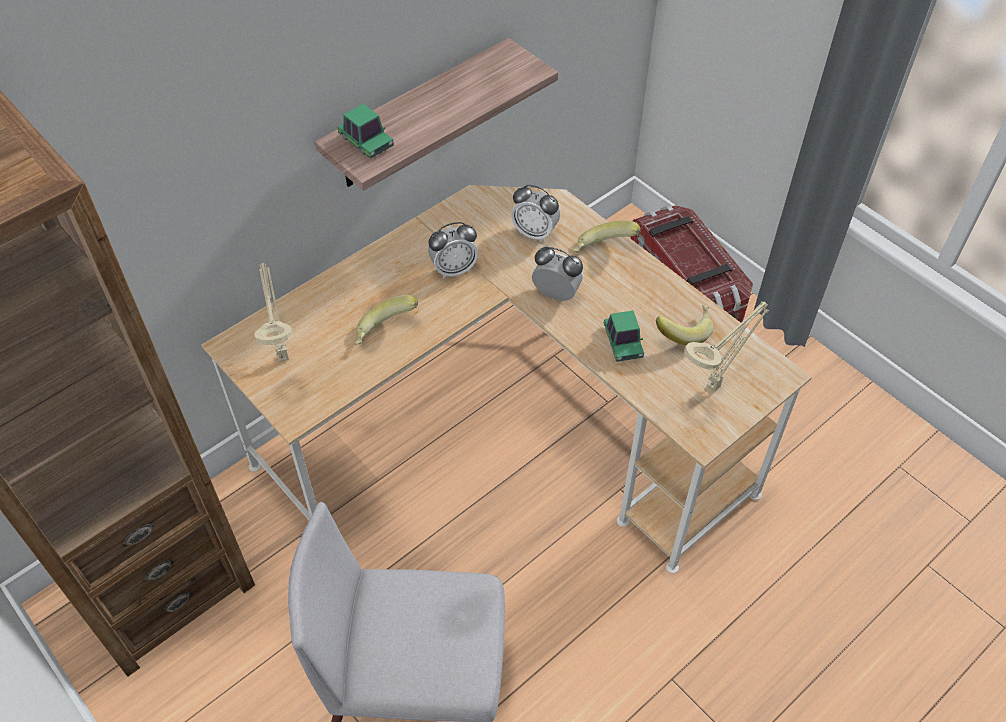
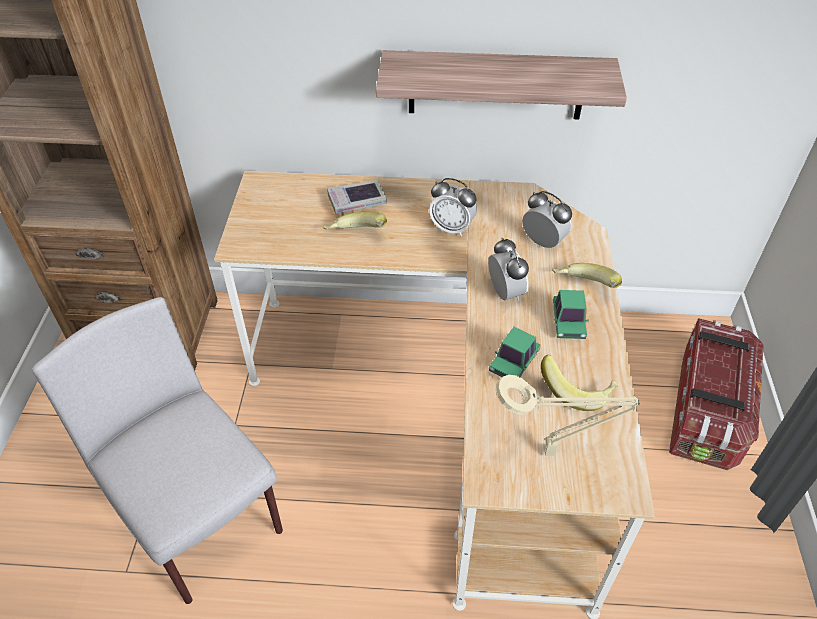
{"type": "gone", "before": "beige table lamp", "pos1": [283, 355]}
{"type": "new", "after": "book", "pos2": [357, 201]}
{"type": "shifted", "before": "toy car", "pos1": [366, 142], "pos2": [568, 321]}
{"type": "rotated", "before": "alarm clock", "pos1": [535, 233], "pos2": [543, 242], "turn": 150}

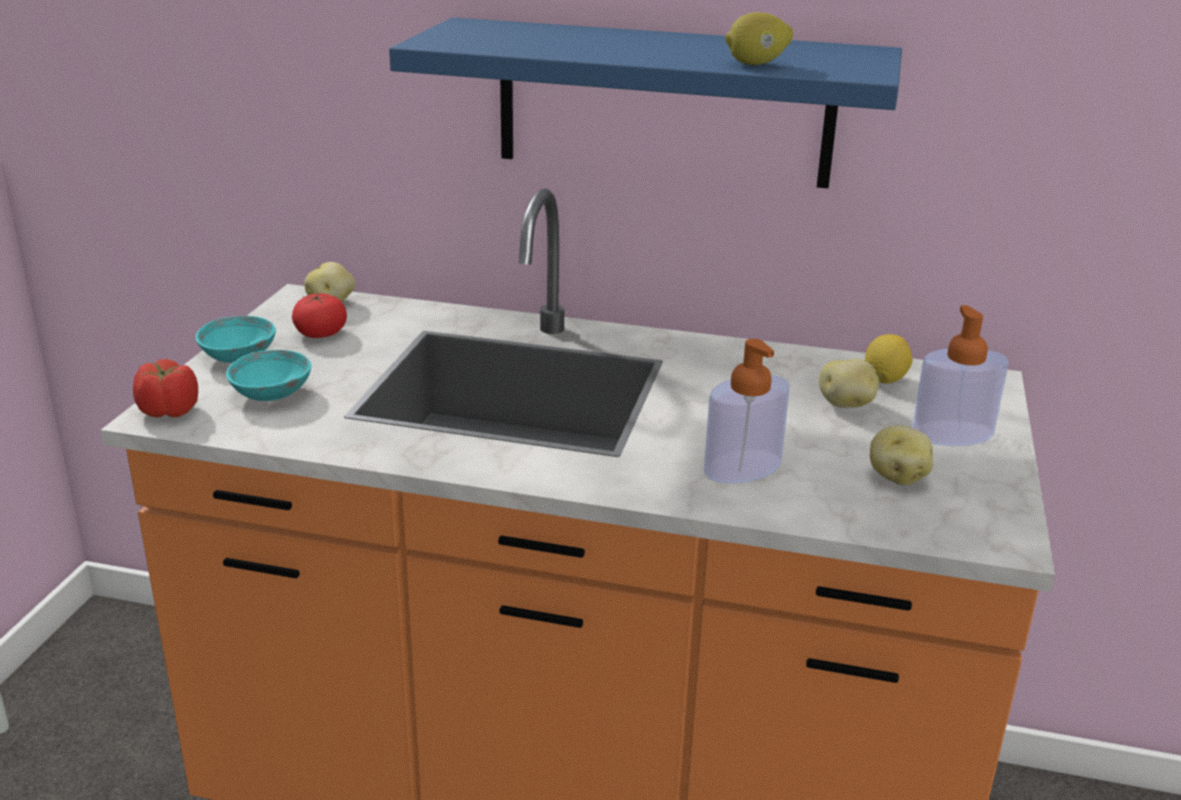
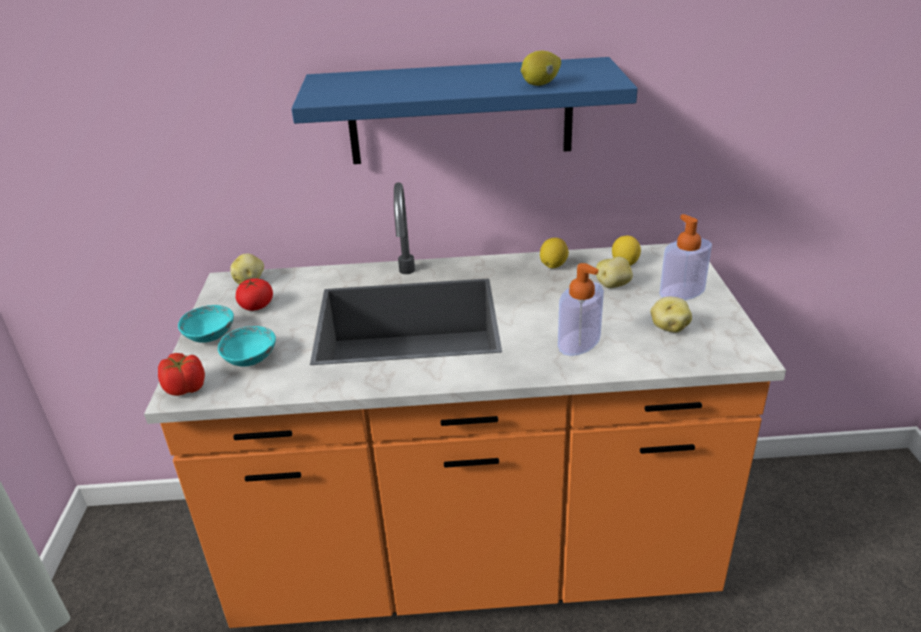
{"type": "new", "after": "lemon", "pos2": [553, 265]}

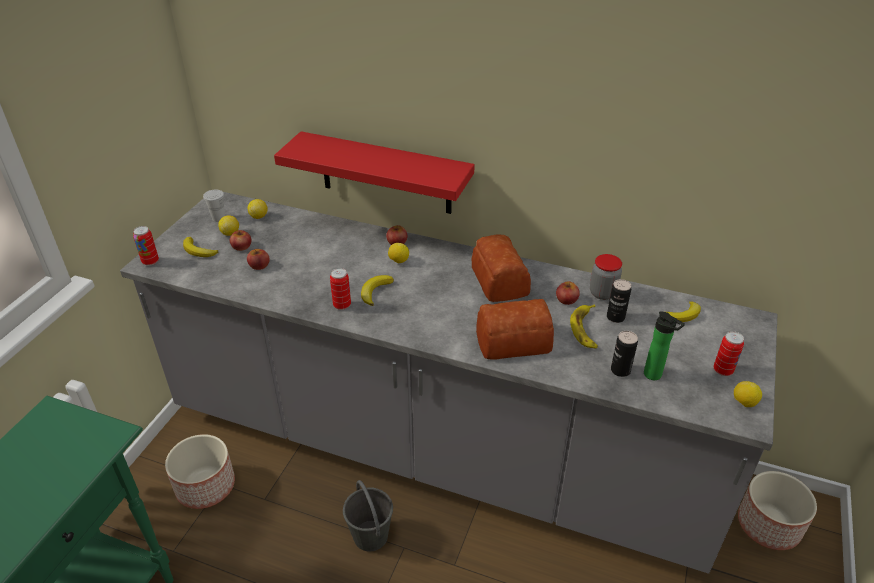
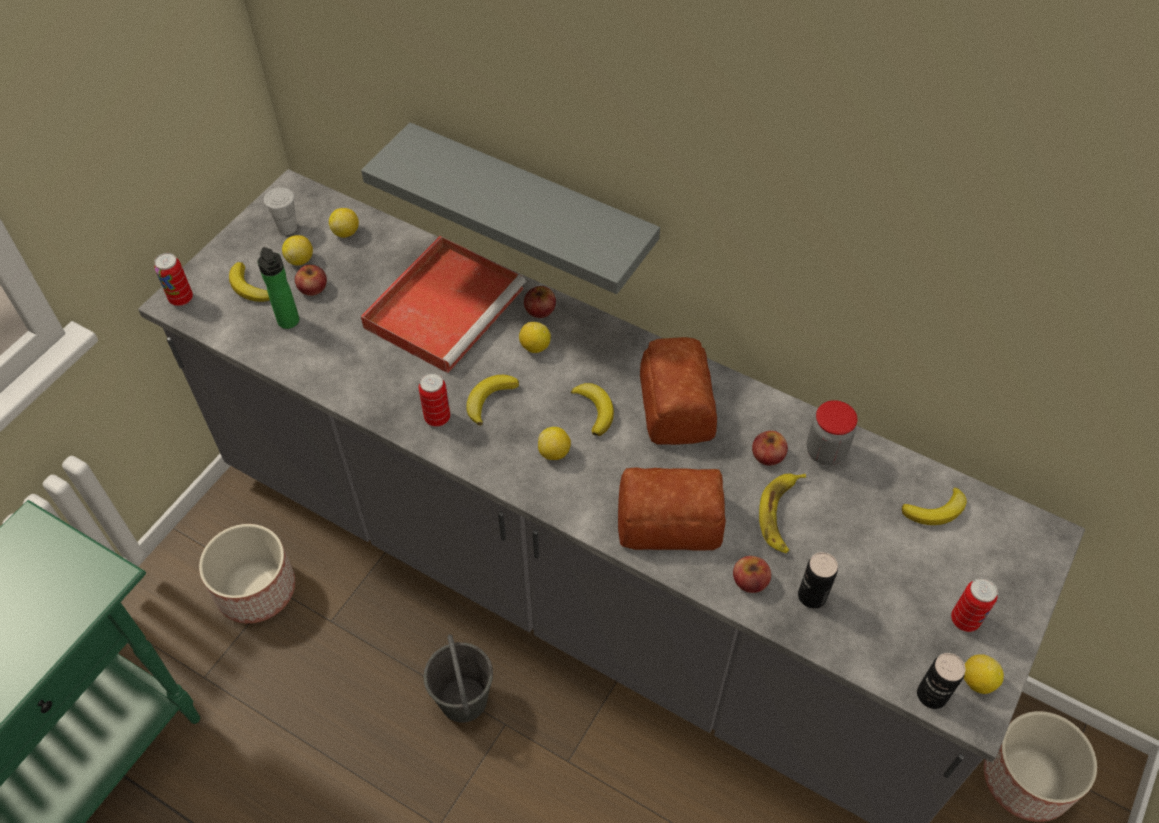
{"type": "new", "after": "red tray", "pos2": [445, 305]}
{"type": "new", "after": "lemon", "pos2": [554, 452]}
{"type": "new", "after": "banana", "pos2": [595, 410]}
{"type": "shifted", "before": "apple", "pos1": [259, 265], "pos2": [750, 580]}
{"type": "shifted", "before": "can", "pos1": [615, 317], "pos2": [931, 695]}
{"type": "shifted", "before": "bottle", "pos1": [655, 376], "pos2": [290, 323]}
{"type": "repainted", "before": "red shelf", "after": "grey shelf", "pos1": [385, 173], "pos2": [532, 207]}

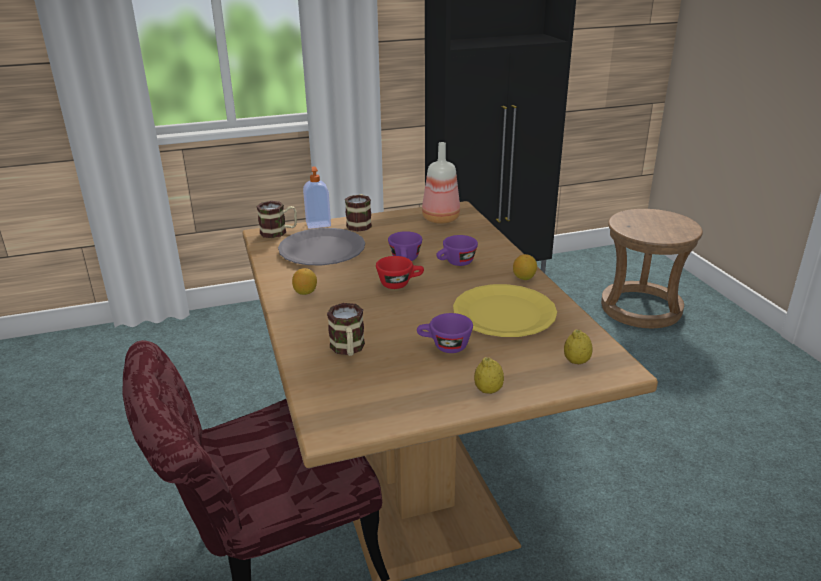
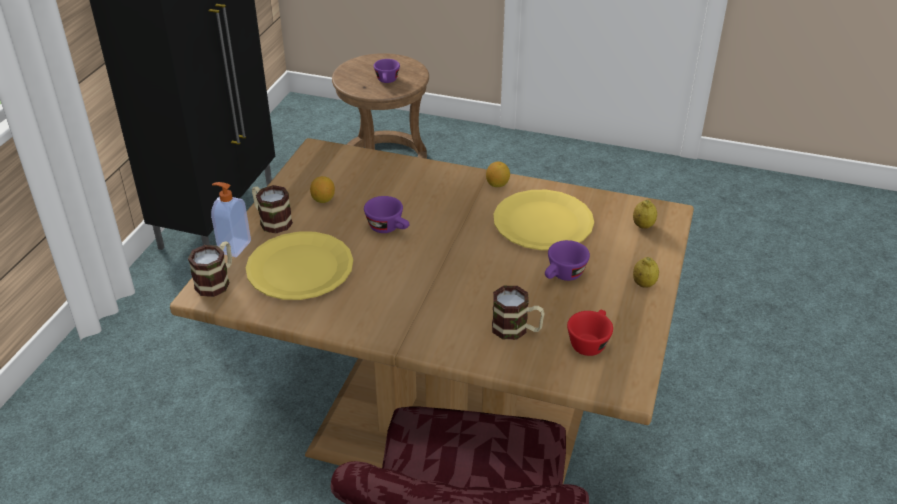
{"type": "gone", "before": "bottle", "pos1": [439, 219]}
{"type": "shifted", "before": "lemon", "pos1": [305, 292], "pos2": [323, 199]}
{"type": "shifted", "before": "red cup", "pos1": [400, 284], "pos2": [589, 342]}
{"type": "shifted", "before": "purple cup", "pos1": [455, 263], "pos2": [387, 81]}
{"type": "repainted", "before": "grey plate", "after": "yellow plate", "pos1": [322, 249], "pos2": [299, 268]}

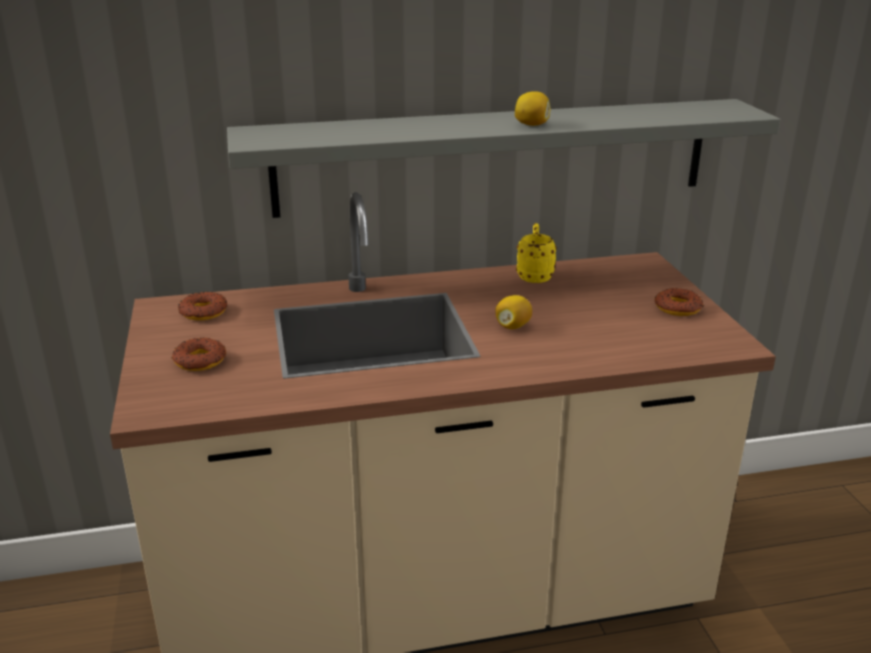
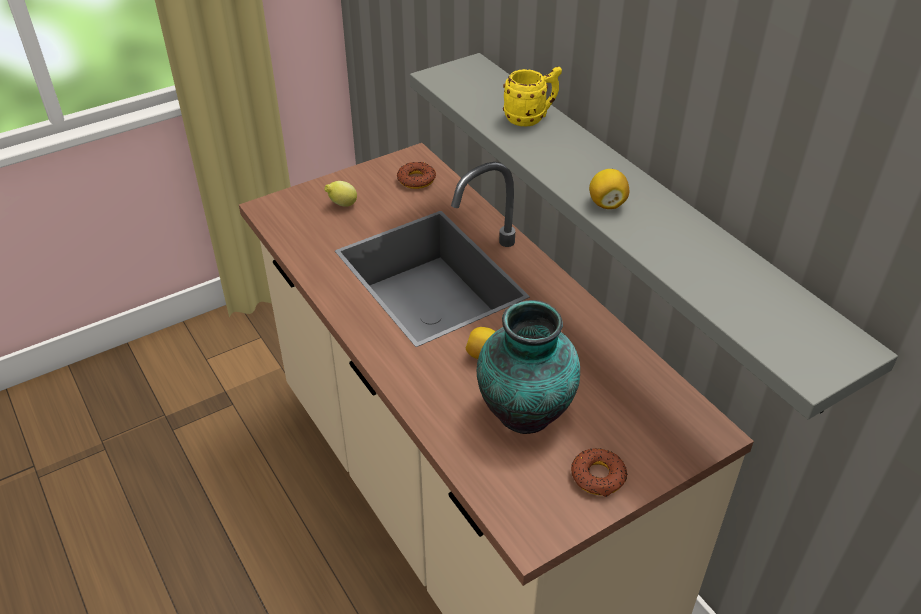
{"type": "new", "after": "vase", "pos2": [526, 415]}
{"type": "shifted", "before": "yellow mug", "pos1": [534, 275], "pos2": [531, 118]}
{"type": "swapped", "before": "donut", "after": "lemon", "pos1": [199, 361], "pos2": [342, 205]}

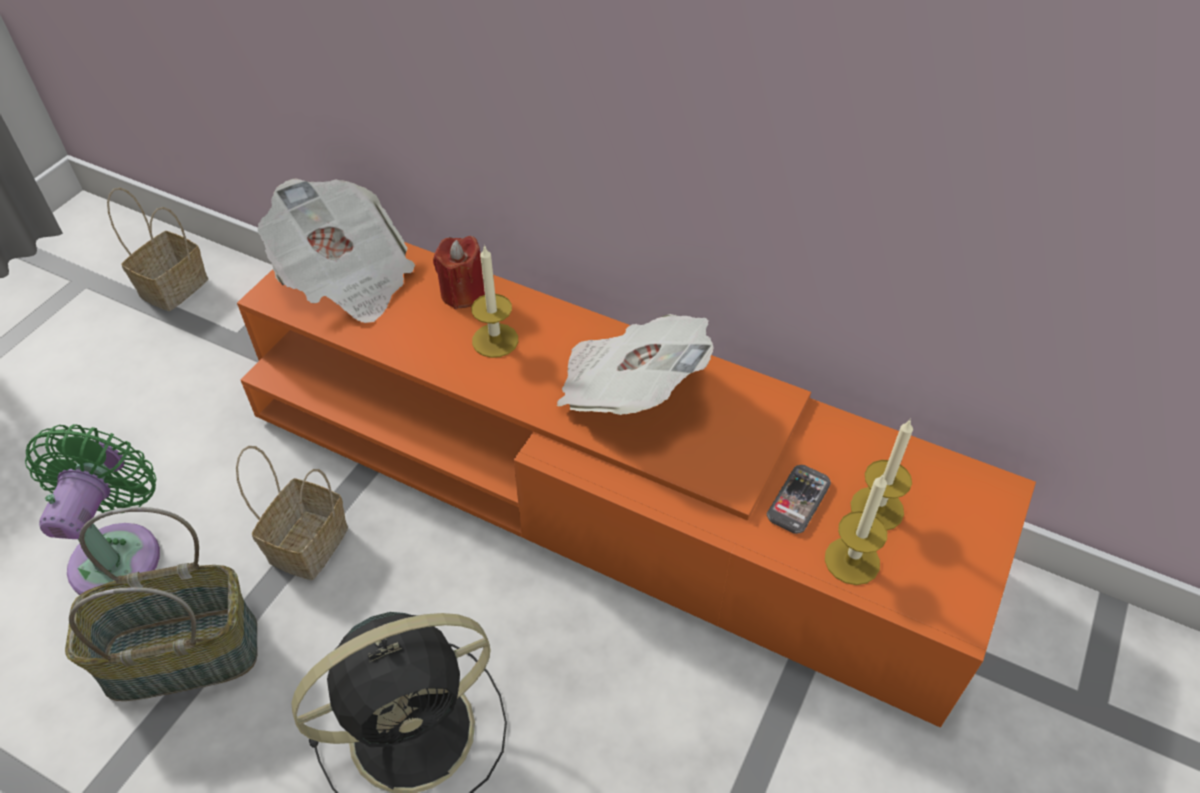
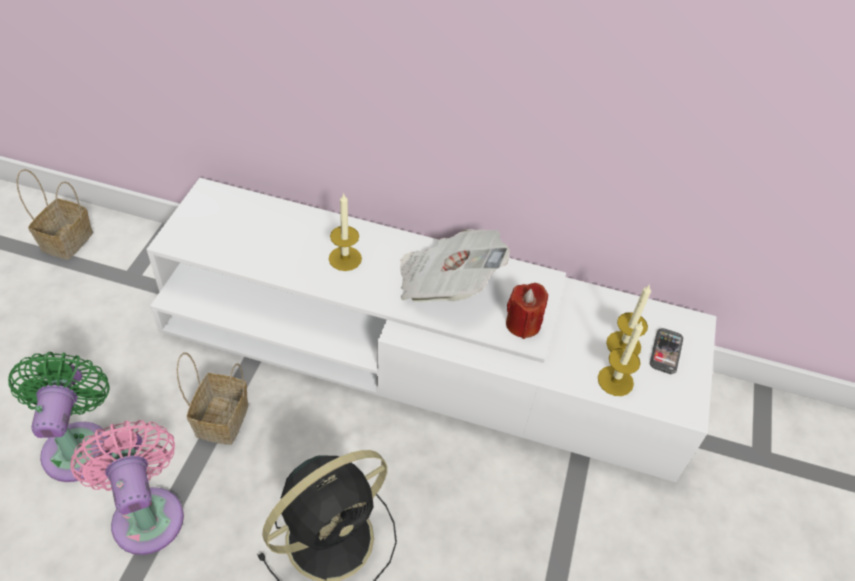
{"type": "gone", "before": "newspaper", "pos1": [346, 278]}
{"type": "shifted", "before": "red candle", "pos1": [463, 293], "pos2": [523, 324]}
{"type": "shifted", "before": "phone", "pos1": [798, 500], "pos2": [666, 352]}
{"type": "swapped", "before": "basket", "after": "pink fan", "pos1": [181, 657], "pos2": [146, 513]}
{"type": "repainted", "before": "orange tv stand", "after": "white tv stand", "pos1": [600, 486], "pos2": [421, 353]}

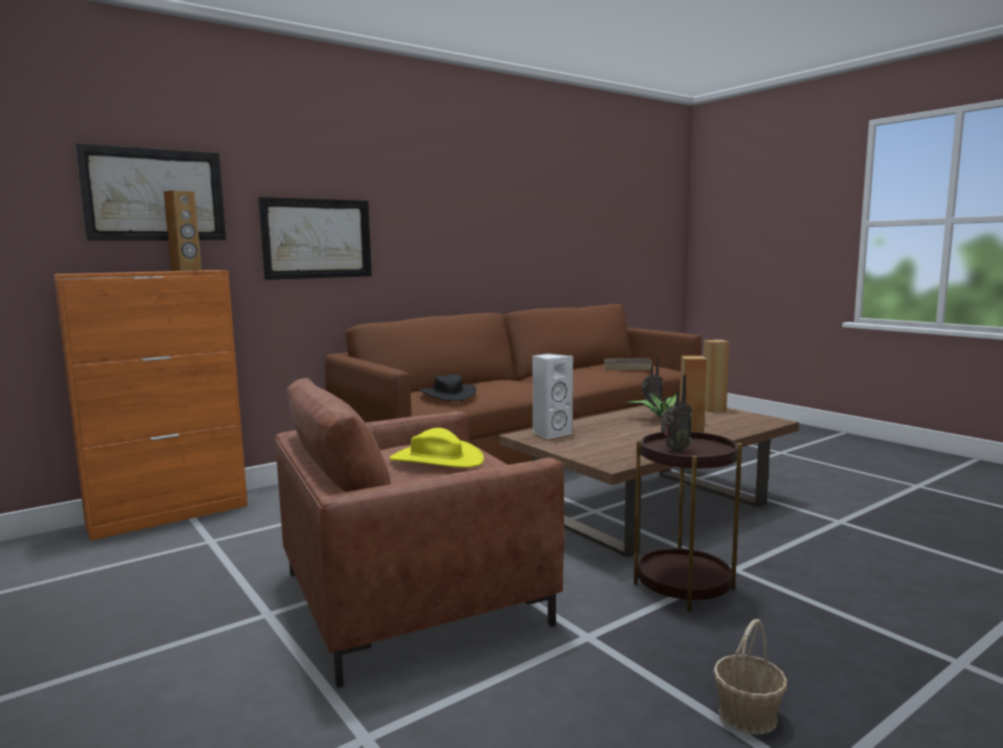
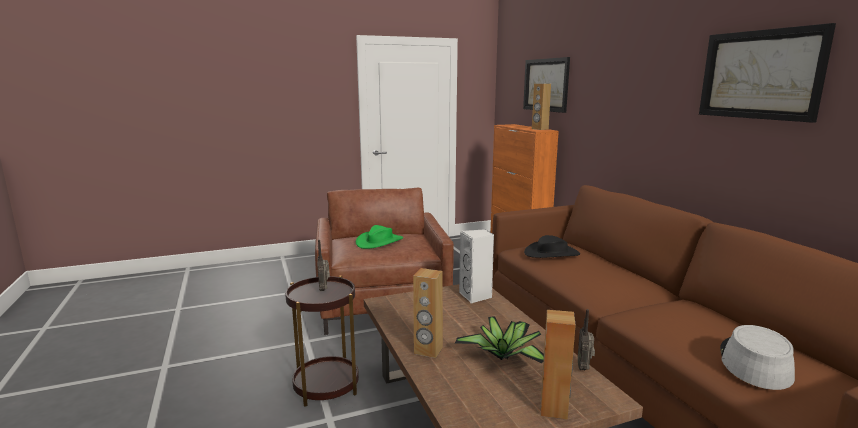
{"type": "gone", "before": "basket", "pos1": [748, 715]}
{"type": "shifted", "before": "picture", "pos1": [317, 238], "pos2": [760, 74]}
{"type": "swapped", "before": "brown book", "after": "grey hat", "pos1": [628, 367], "pos2": [754, 363]}
{"type": "repainted", "before": "yellow hat", "after": "green hat", "pos1": [436, 460], "pos2": [379, 241]}

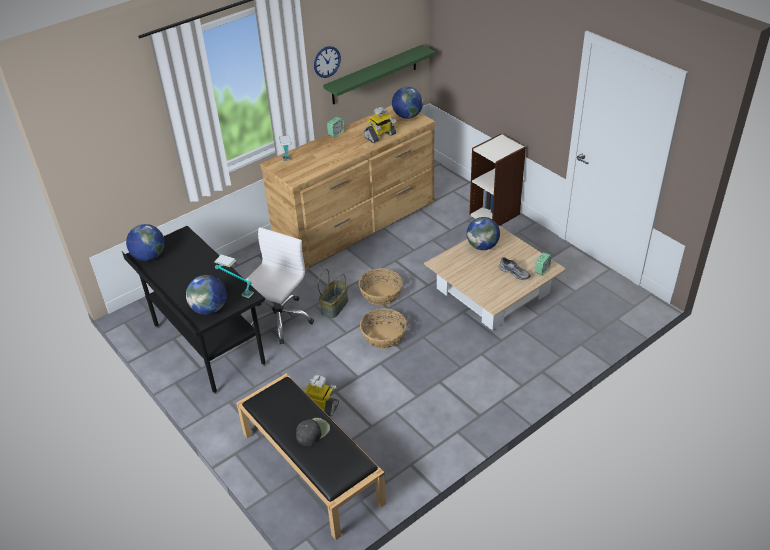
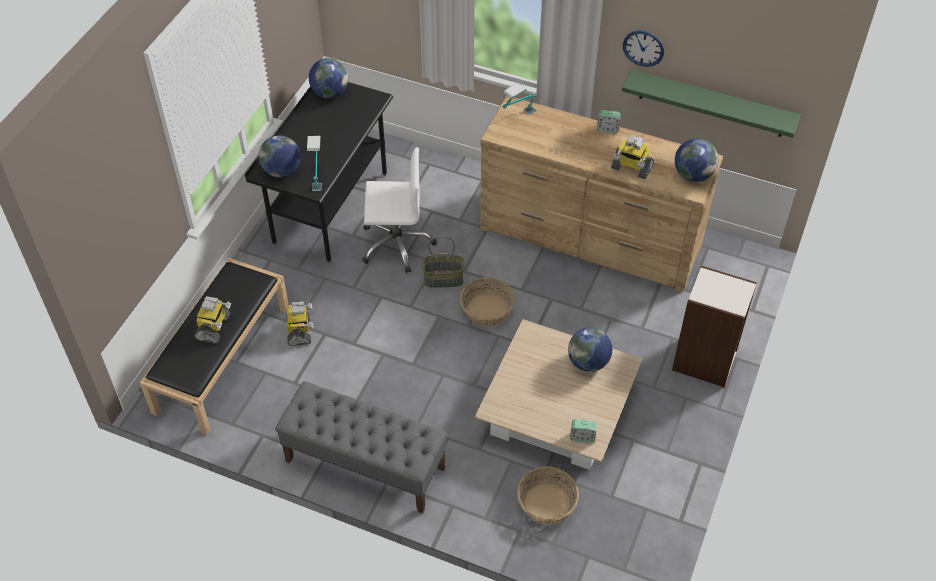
{"type": "gone", "before": "grey shoe", "pos1": [515, 272]}
{"type": "new", "after": "grey bench", "pos2": [364, 465]}
{"type": "shifted", "before": "basket", "pos1": [383, 336], "pos2": [546, 503]}
{"type": "swapped", "before": "black cap", "after": "toy robot", "pos1": [312, 431], "pos2": [214, 328]}

